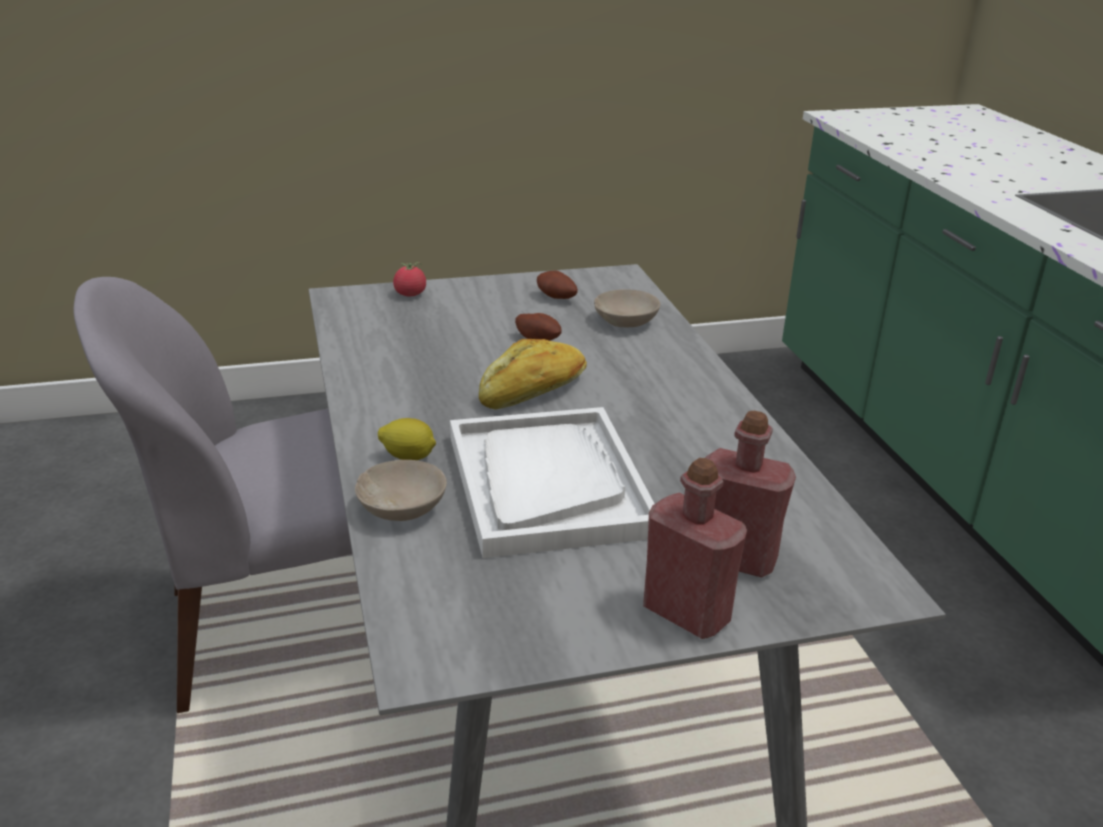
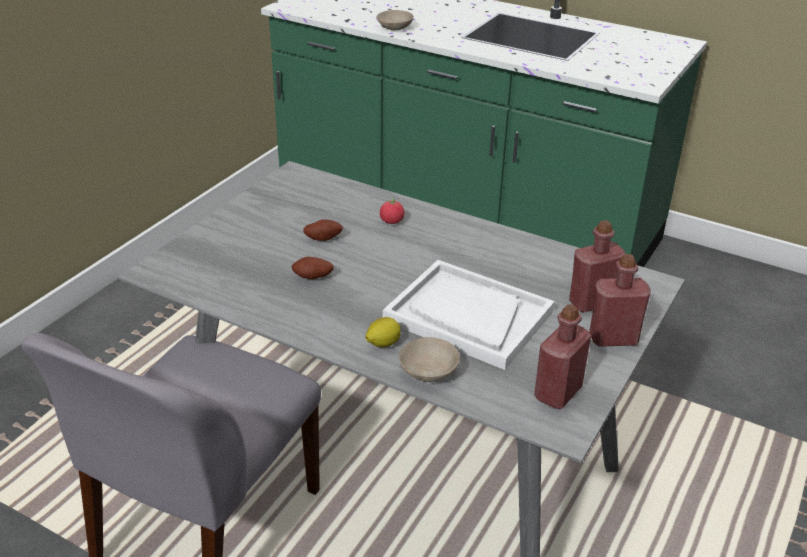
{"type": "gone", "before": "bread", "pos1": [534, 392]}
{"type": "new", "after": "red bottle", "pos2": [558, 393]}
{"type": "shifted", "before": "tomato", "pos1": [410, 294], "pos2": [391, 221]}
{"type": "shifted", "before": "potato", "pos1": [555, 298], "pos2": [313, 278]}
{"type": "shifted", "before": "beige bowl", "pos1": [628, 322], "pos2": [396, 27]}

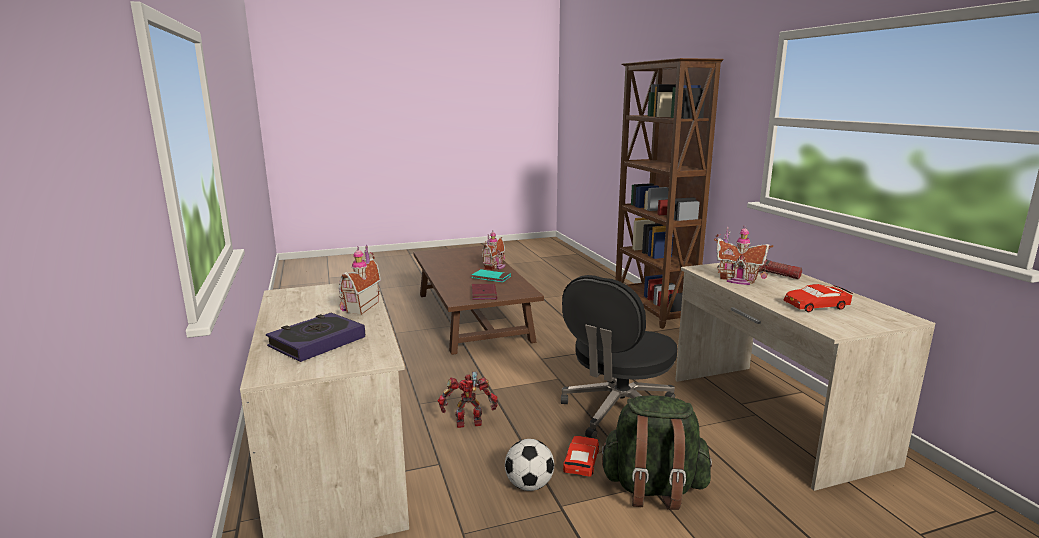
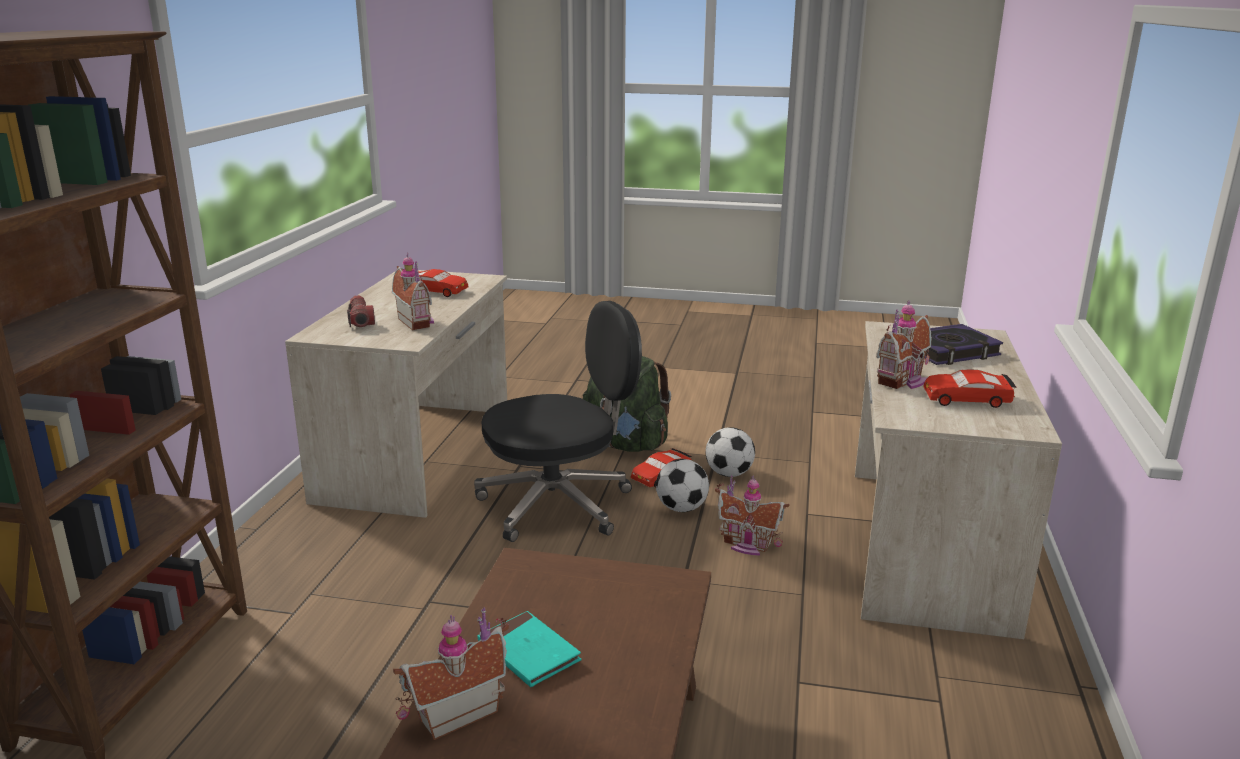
{"type": "gone", "before": "red book", "pos1": [484, 294]}
{"type": "new", "after": "football", "pos2": [681, 508]}
{"type": "new", "after": "red toy car", "pos2": [967, 399]}
{"type": "swapped", "before": "toy robot", "after": "toy house", "pos1": [469, 423], "pos2": [747, 545]}

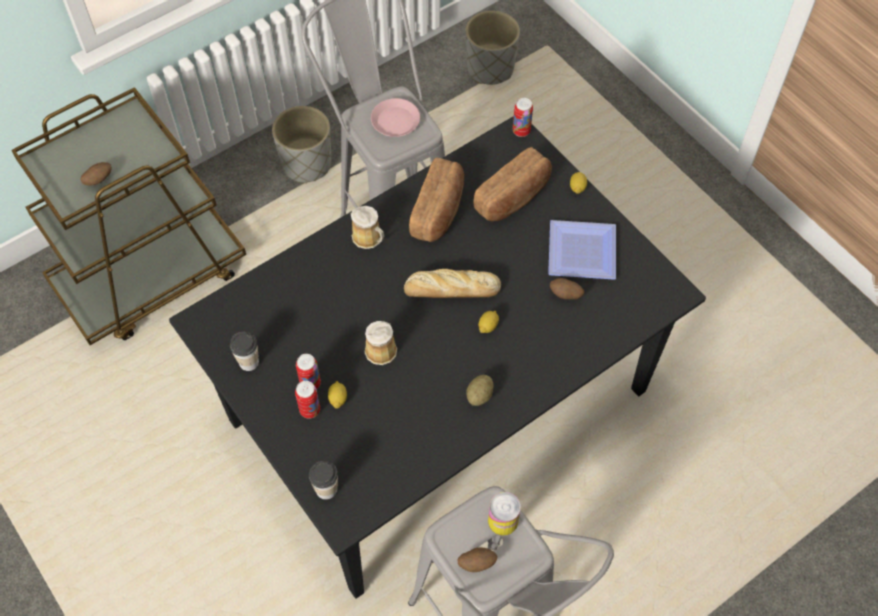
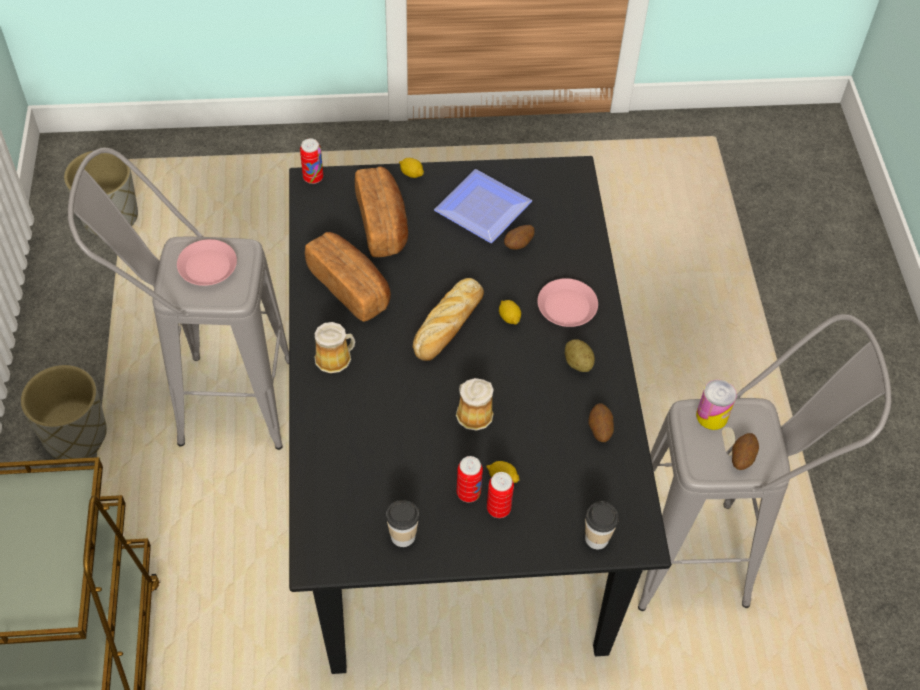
{"type": "new", "after": "pink plate", "pos2": [567, 306]}
{"type": "shifted", "before": "potato", "pos1": [99, 180], "pos2": [599, 430]}

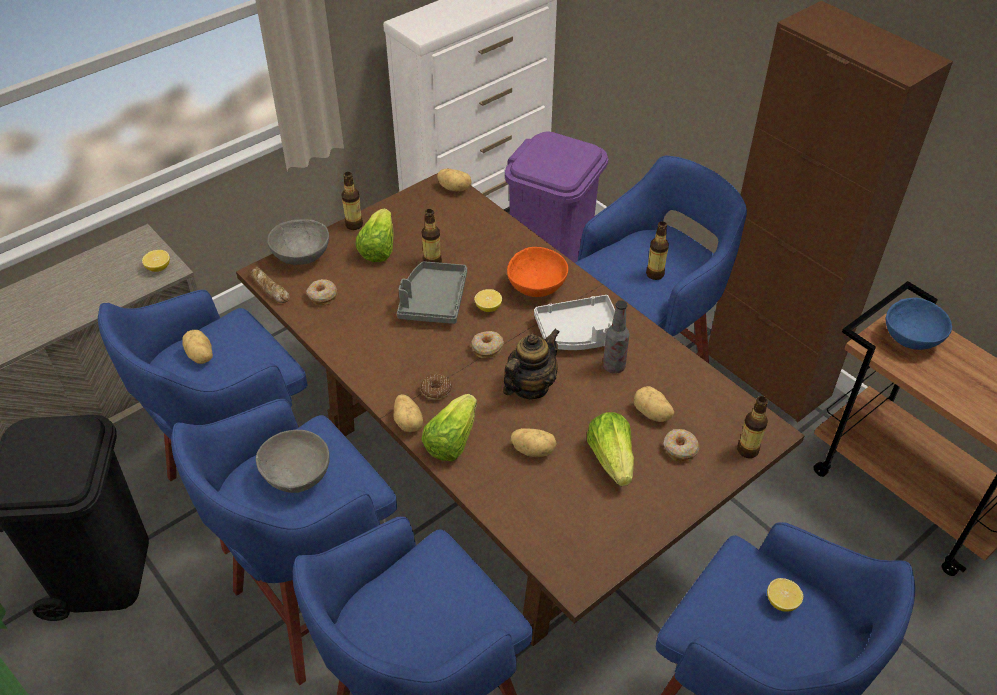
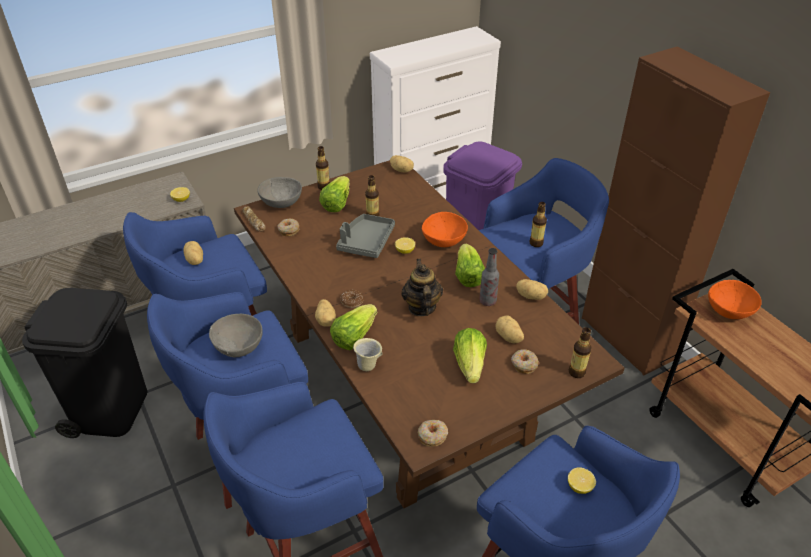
{"type": "new", "after": "beige mug", "pos2": [368, 365]}
{"type": "shifted", "before": "donut", "pos1": [487, 348], "pos2": [432, 436]}
{"type": "shifted", "before": "potato", "pos1": [533, 450], "pos2": [531, 296]}
{"type": "swapped", "before": "grey tray", "after": "lettuce", "pos1": [579, 333], "pos2": [468, 276]}
{"type": "repainted", "before": "blue bowl", "after": "orange bowl", "pos1": [910, 339], "pos2": [728, 311]}
{"type": "rotated", "before": "teapot", "pos1": [530, 386], "pos2": [421, 307], "turn": -60}

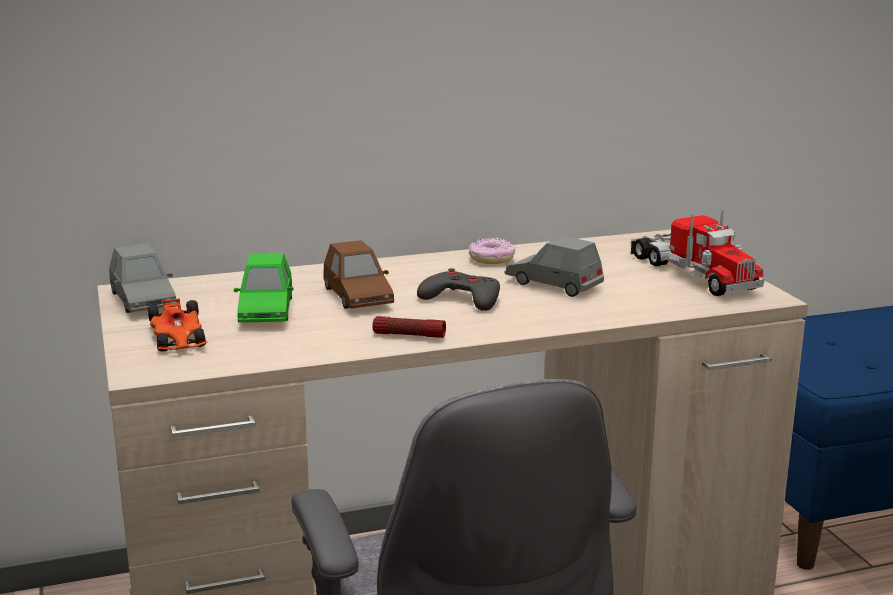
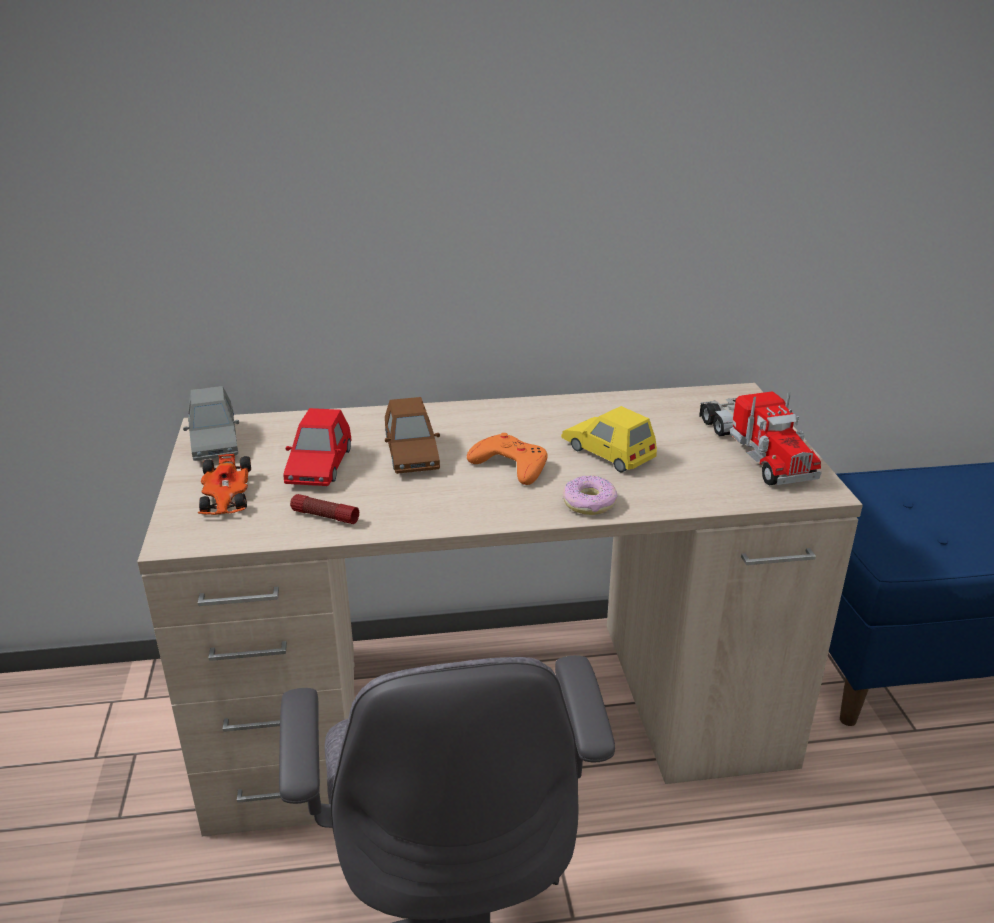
{"type": "shifted", "before": "flashlight", "pos1": [409, 335], "pos2": [324, 516]}
{"type": "shifted", "before": "donut", "pos1": [492, 258], "pos2": [589, 503]}
{"type": "repainted", "before": "green toy car", "after": "red toy car", "pos1": [266, 311], "pos2": [319, 466]}
{"type": "repainted", "before": "grey game controller", "after": "orange game controller", "pos1": [462, 298], "pos2": [510, 465]}
{"type": "repainted", "before": "grey toy car", "after": "yellow toy car", "pos1": [554, 284], "pos2": [608, 452]}

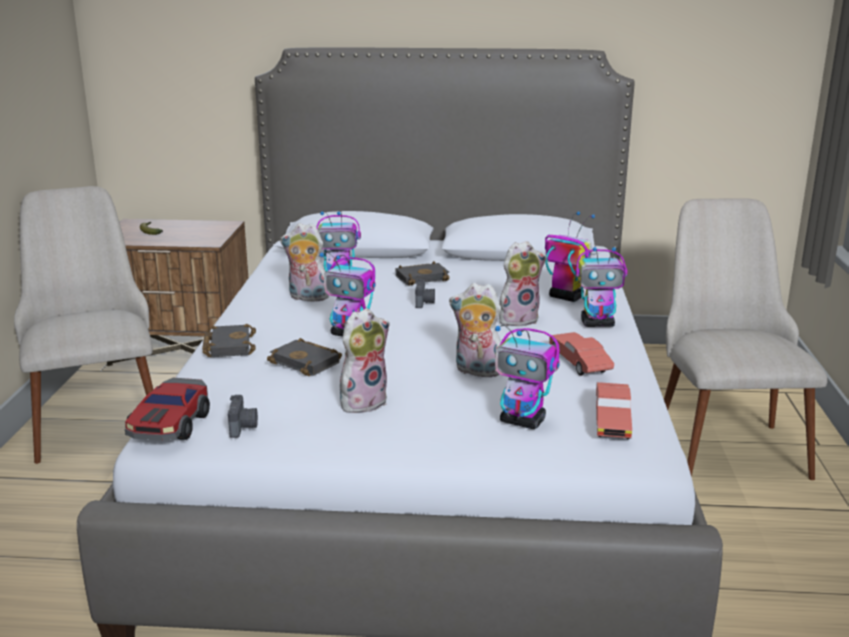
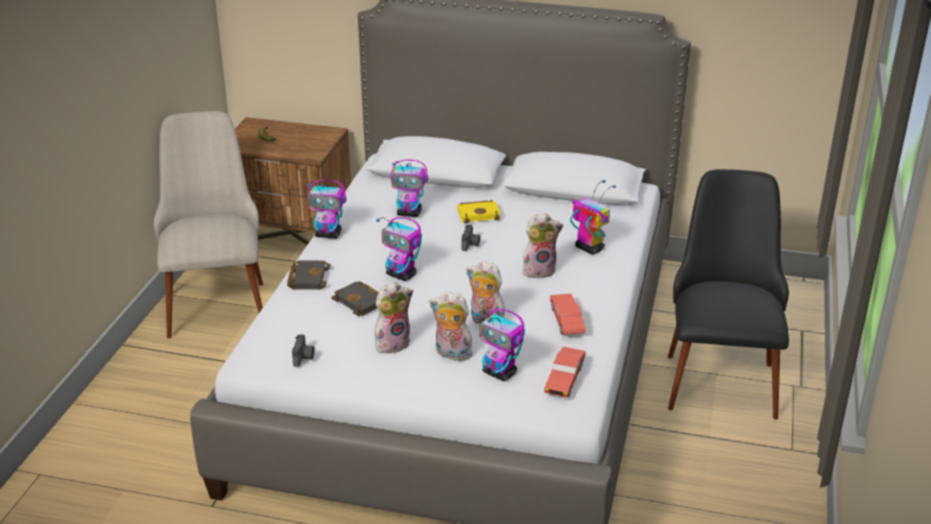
{"type": "gone", "before": "toy car", "pos1": [170, 424]}
{"type": "shifted", "before": "plush toy", "pos1": [306, 298], "pos2": [451, 354]}
{"type": "shifted", "before": "toy robot", "pos1": [598, 324], "pos2": [329, 234]}
{"type": "repainted", "before": "black book", "after": "yellow book", "pos1": [422, 277], "pos2": [479, 214]}
{"type": "repainted", "before": "beige chair", "after": "black chair", "pos1": [722, 439], "pos2": [720, 372]}

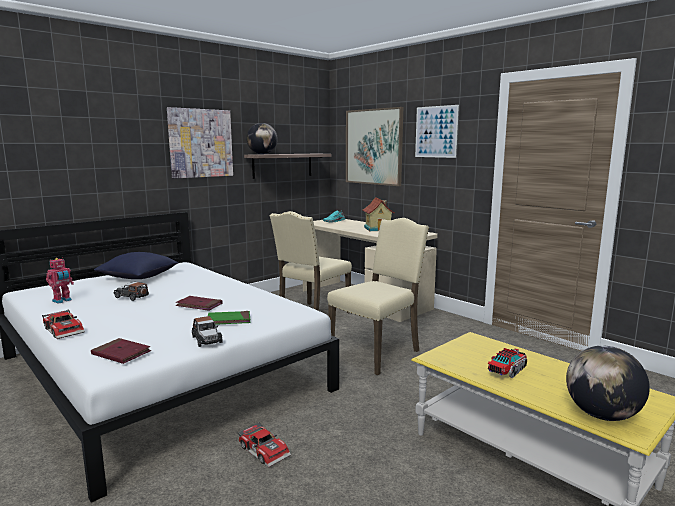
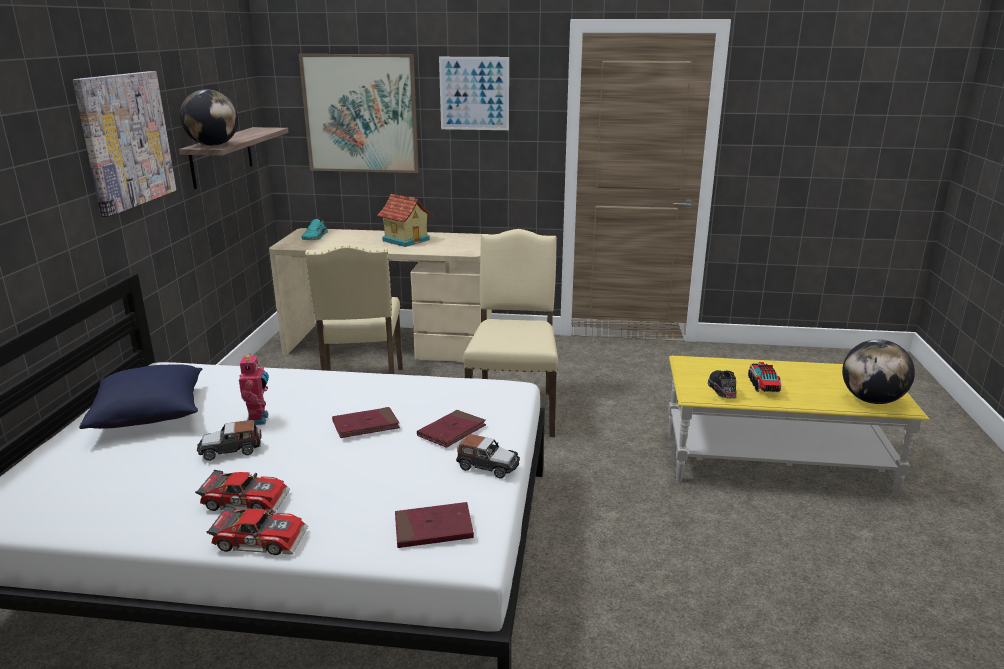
{"type": "new", "after": "black shoe", "pos2": [721, 389]}
{"type": "shifted", "before": "toy robot", "pos1": [62, 301], "pos2": [259, 419]}
{"type": "shifted", "before": "toy car", "pos1": [265, 450], "pos2": [246, 499]}
{"type": "repainted", "before": "green book", "after": "red book", "pos1": [229, 320], "pos2": [452, 431]}

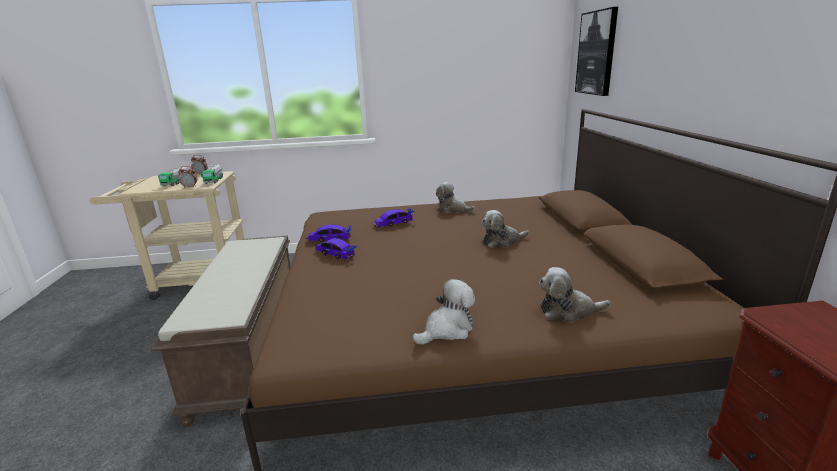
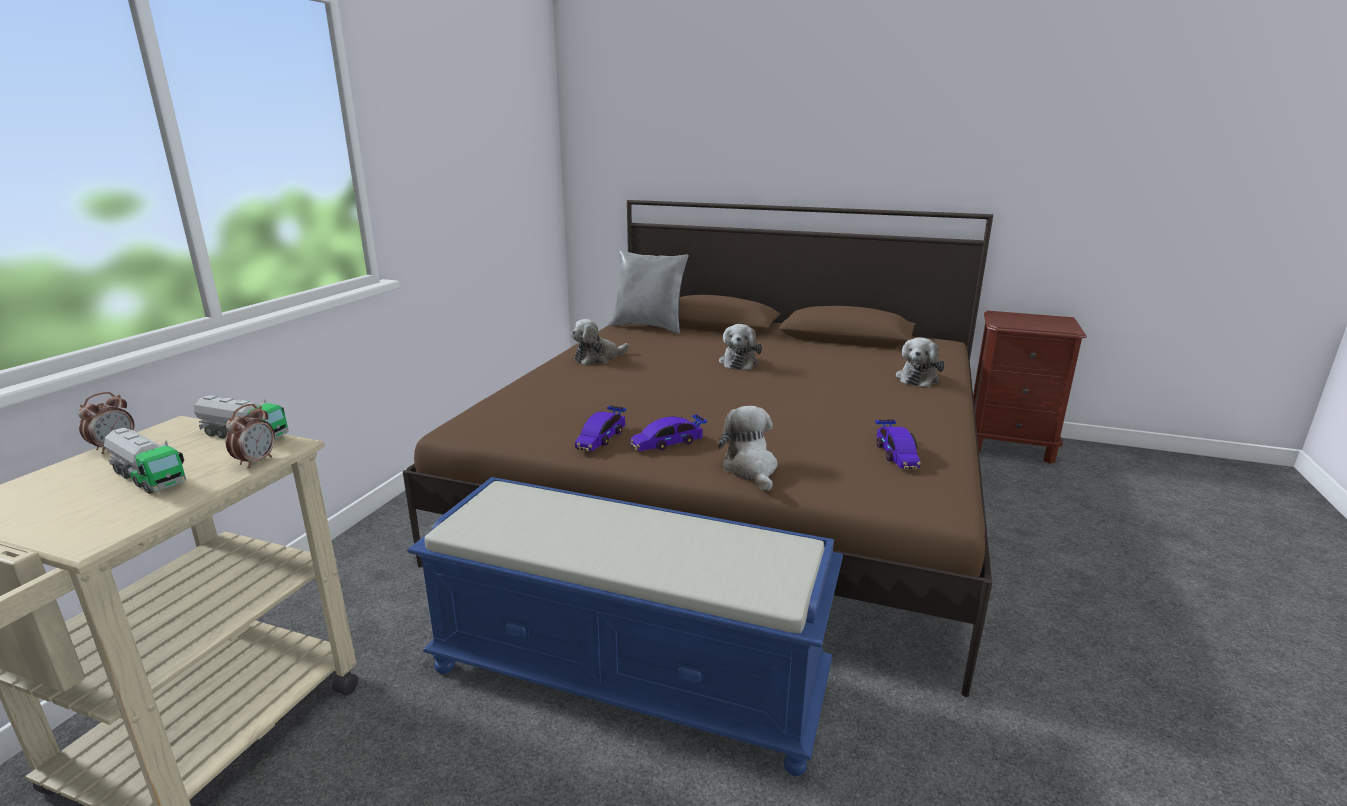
{"type": "gone", "before": "picture", "pos1": [597, 53]}
{"type": "new", "after": "grey pillow", "pos2": [649, 327]}
{"type": "shifted", "before": "toy car", "pos1": [394, 223], "pos2": [896, 454]}
{"type": "shifted", "before": "plush toy", "pos1": [447, 329], "pos2": [751, 469]}
{"type": "repainted", "before": "brown bench", "after": "blue bench", "pos1": [251, 350], "pos2": [630, 675]}

